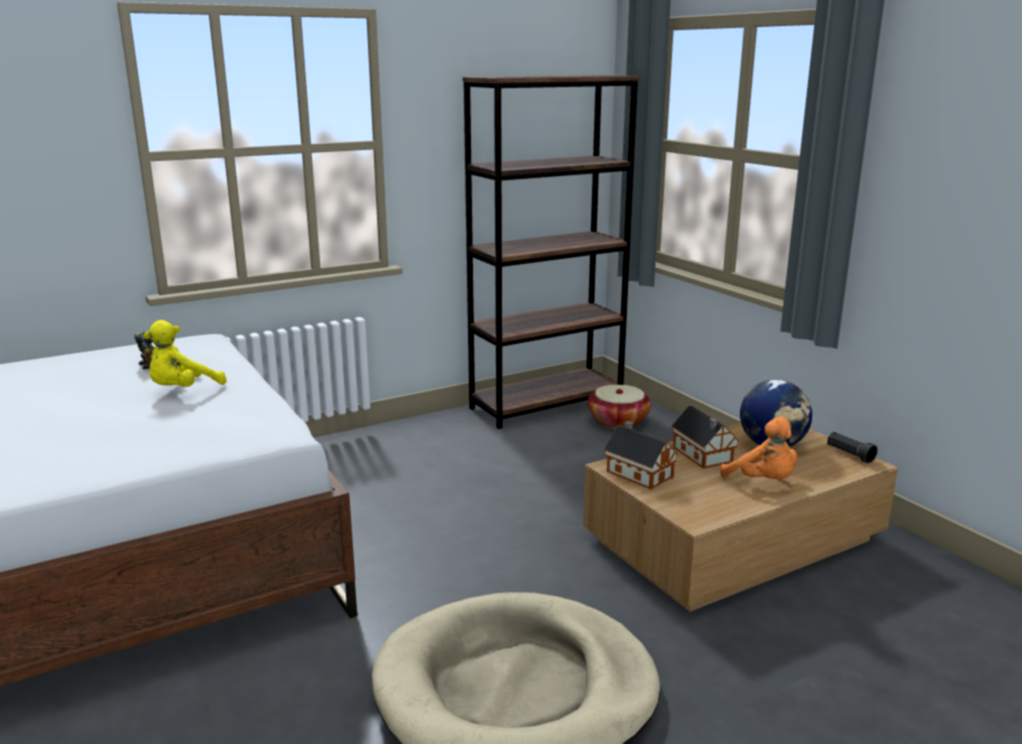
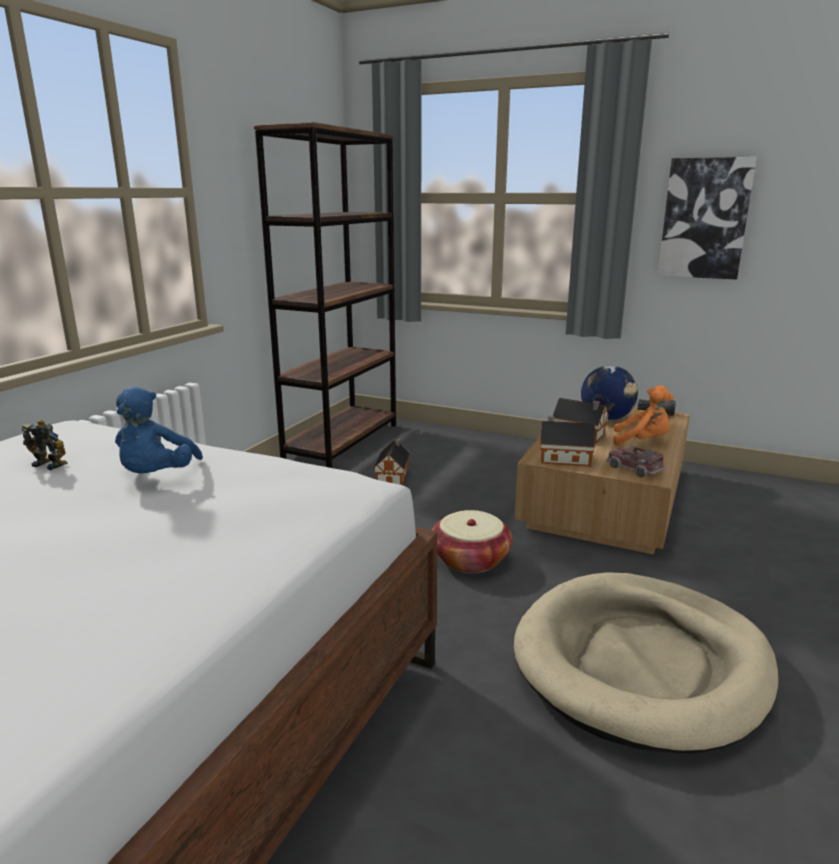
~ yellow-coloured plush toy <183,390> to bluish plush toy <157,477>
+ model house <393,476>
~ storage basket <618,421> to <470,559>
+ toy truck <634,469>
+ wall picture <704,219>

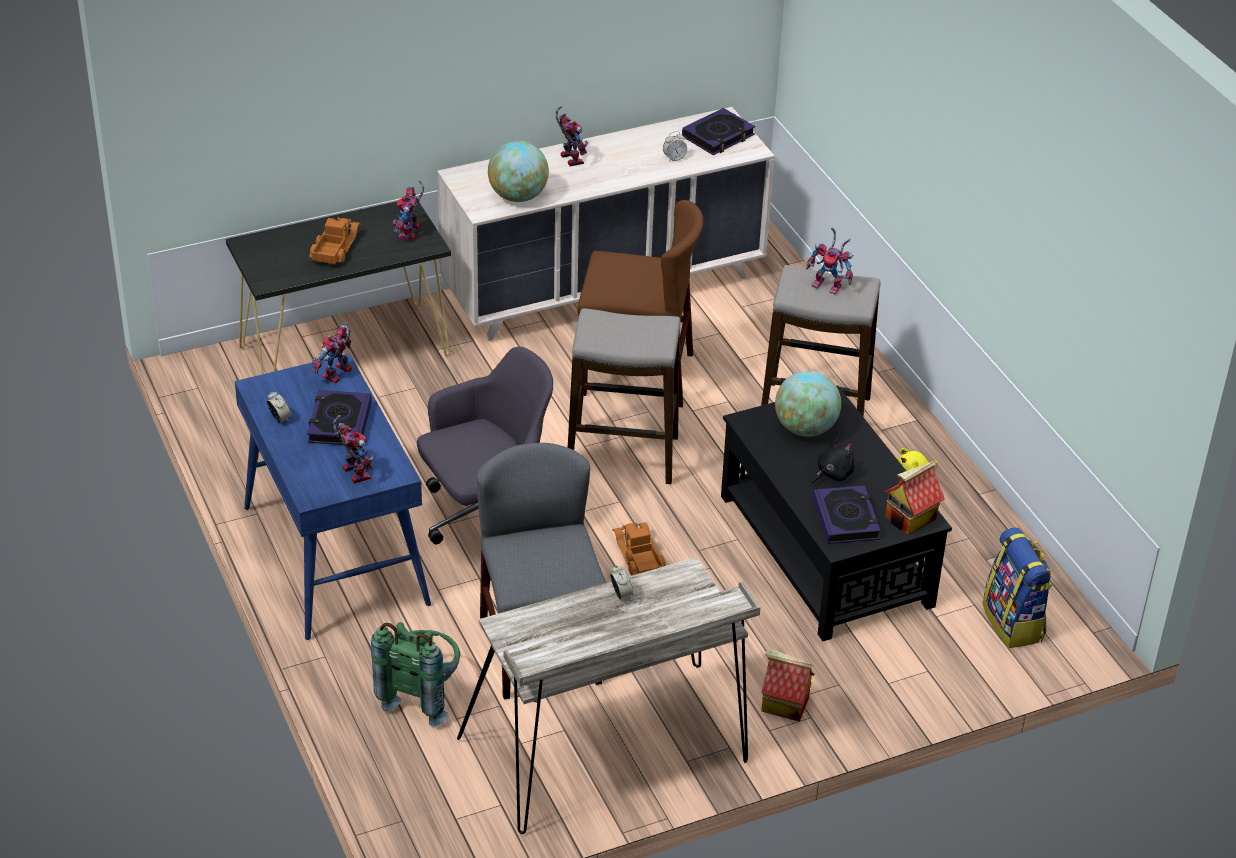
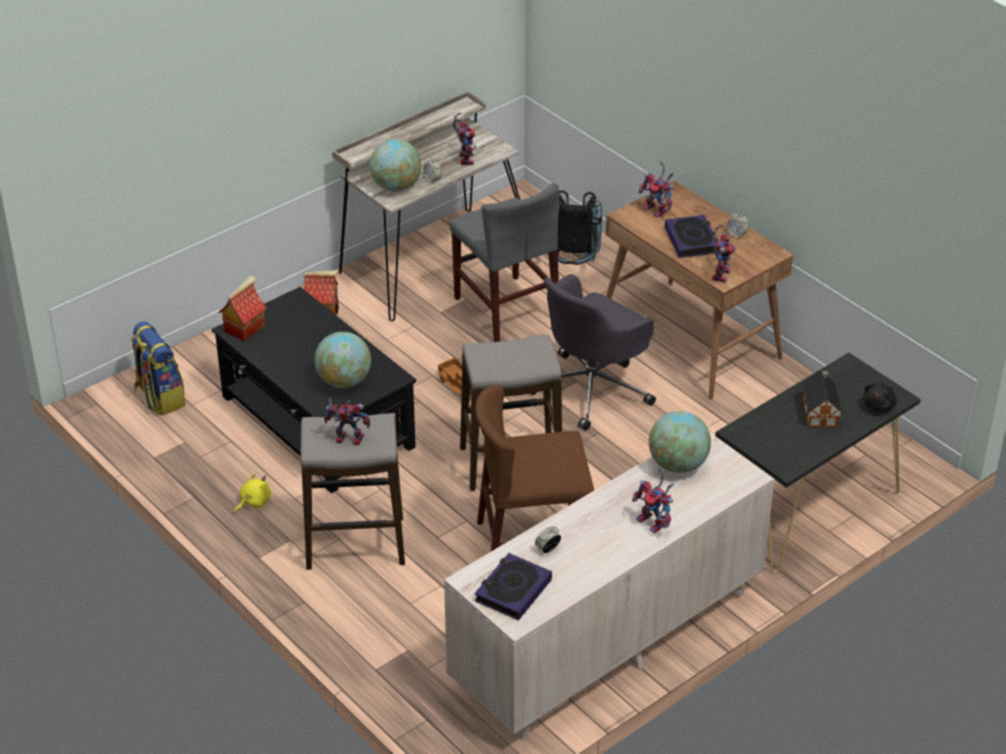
+ world globe <396,186>
~ toy robot <410,233> to <464,158>
~ greenish rucksack <421,694> to blackish rucksack <572,268>
~ bluish desk table <334,555> to brown desk table <691,340>
~ toy truck <334,247> to model house <820,411>
~ blackish plush toy <832,474> to <879,405>
- bound book <846,519>

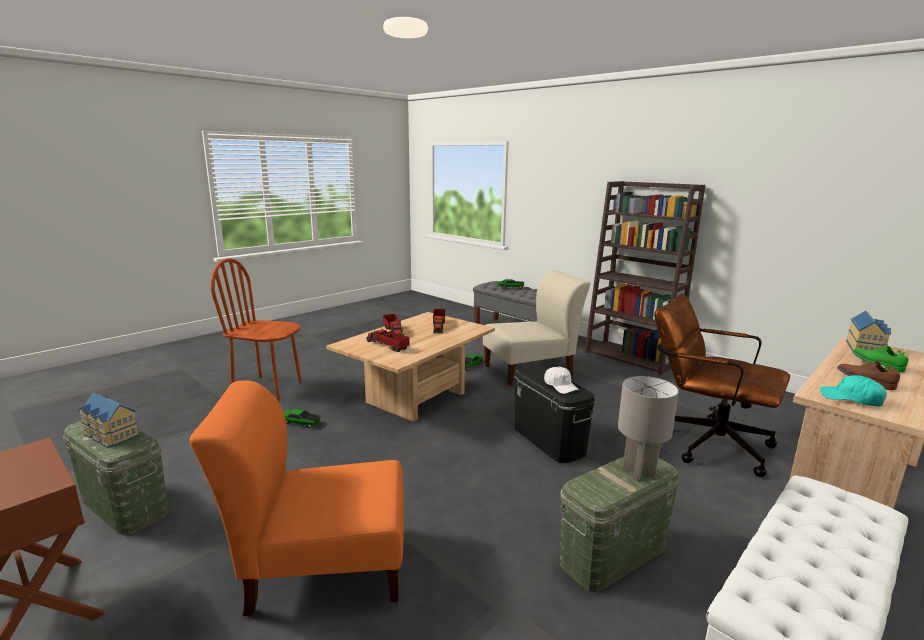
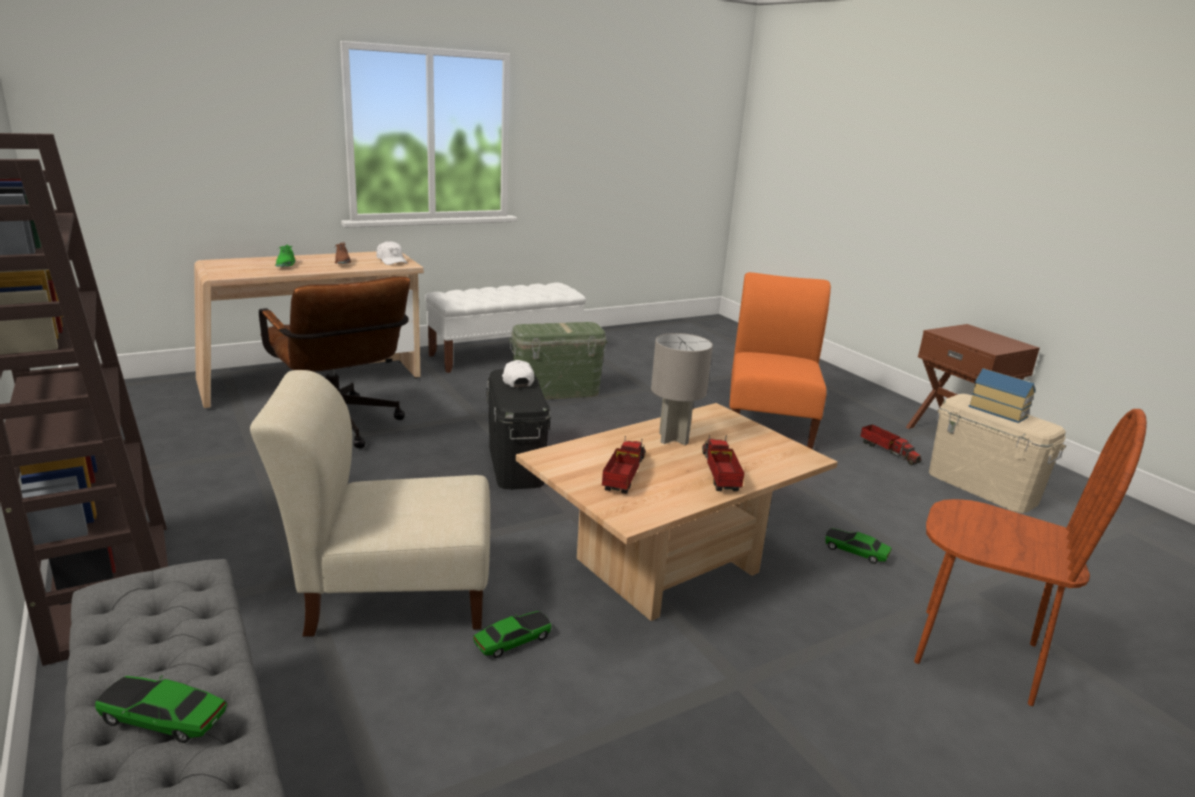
~ blue-green peaked cap <851,399> to whitish peaked cap <391,260>
~ greyish table lamp <638,473> to <674,438>
~ orangey upright chair <321,567> = <770,421> 90 degrees counterclockwise
~ toy truck <387,346> to <888,451>
~ greenish storage container <124,505> to sand-coloured storage container <982,487>
- model house <865,348>

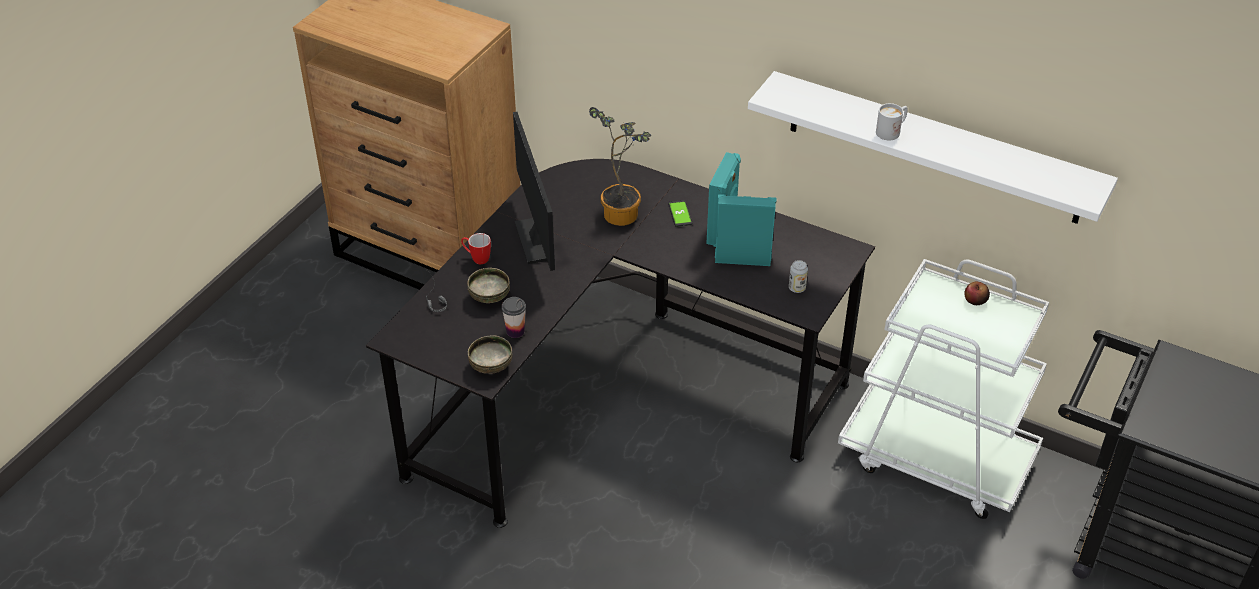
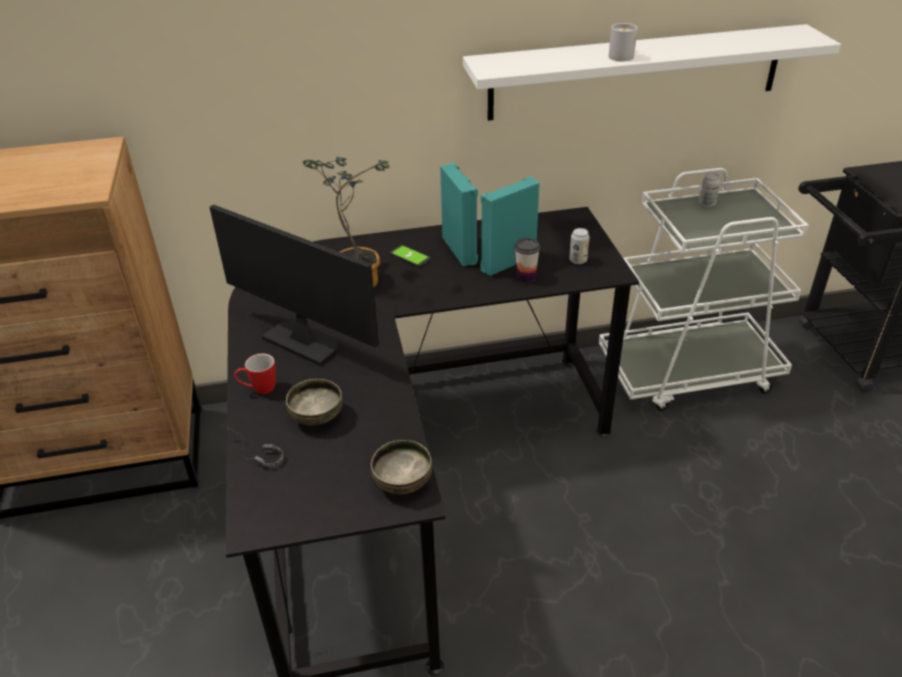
~ small cup <515,331> to <525,277>
~ apple fruit <975,300> to can <707,204>

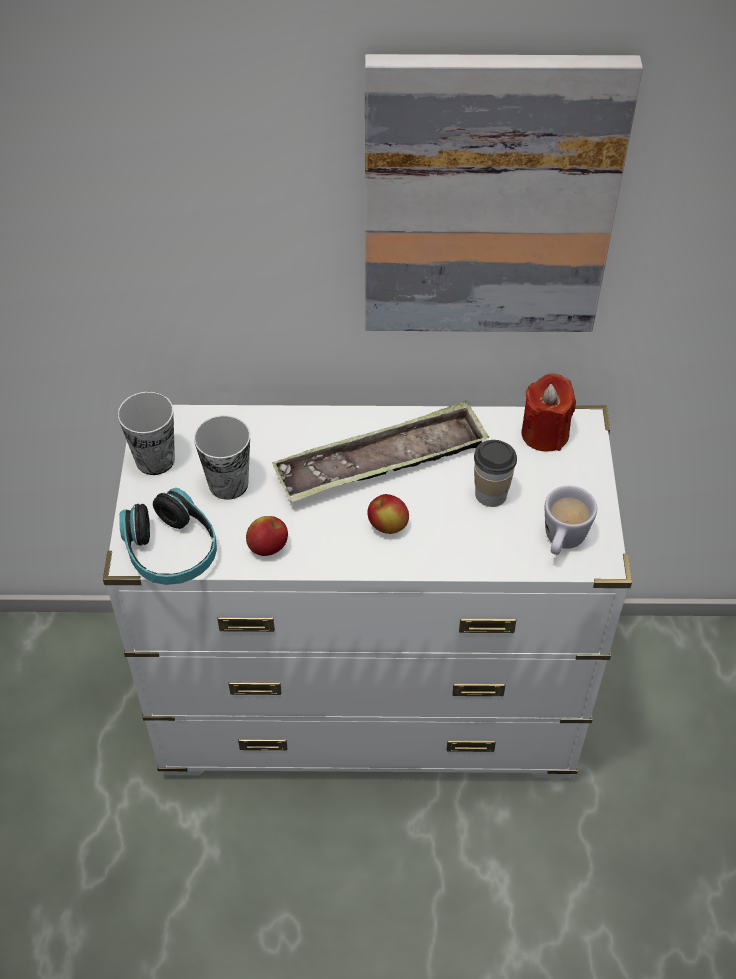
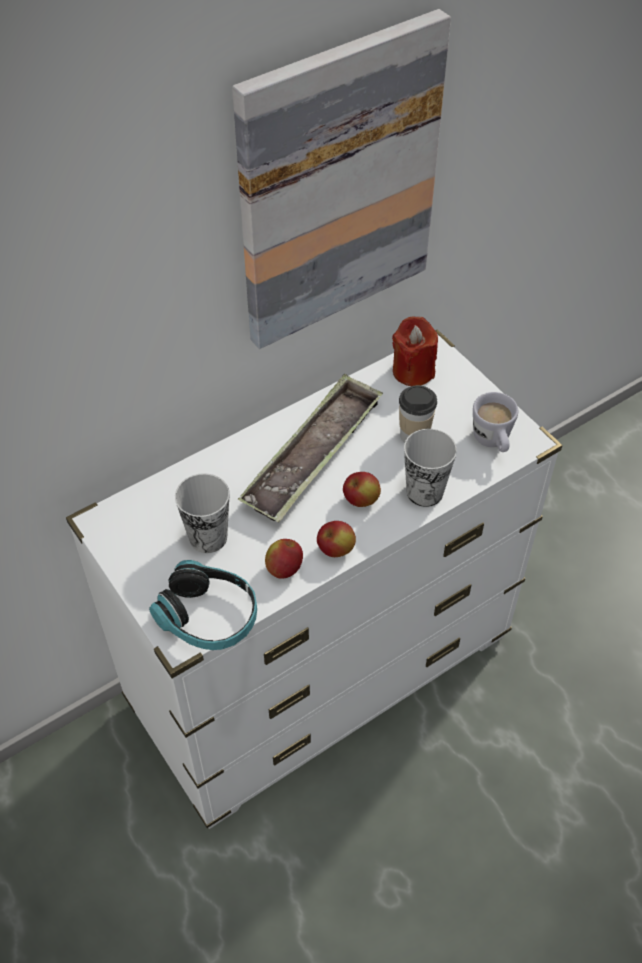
+ apple fruit <336,549>
~ small cup <155,460> to <424,492>

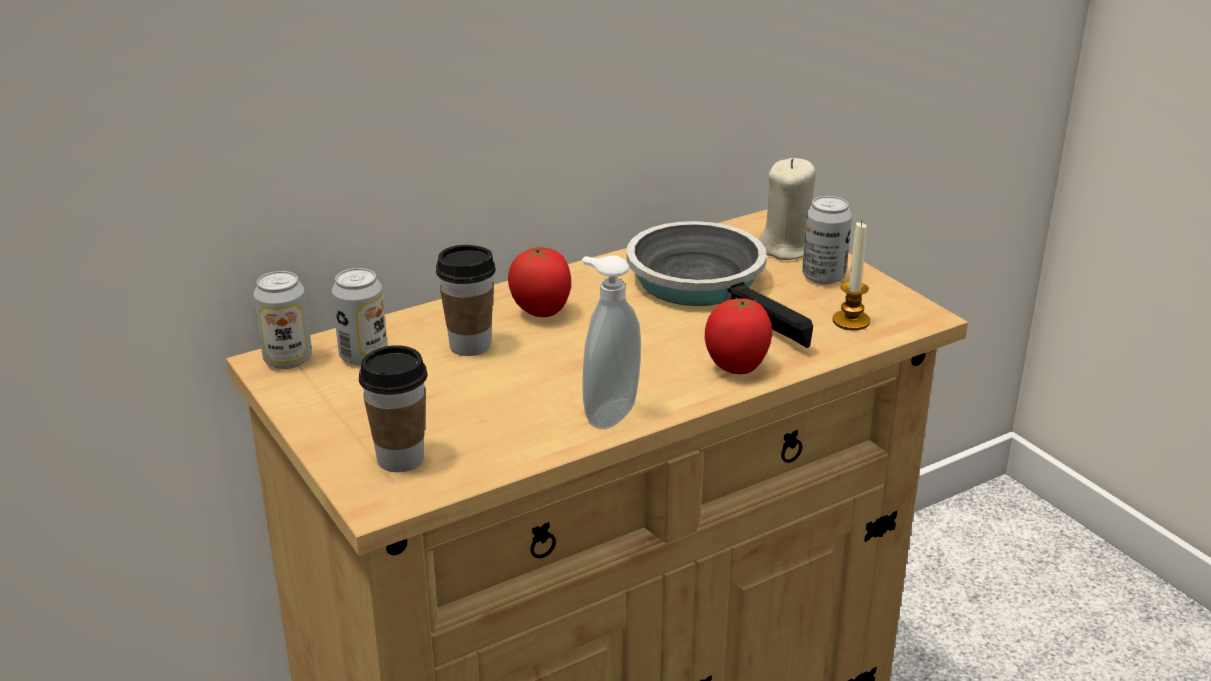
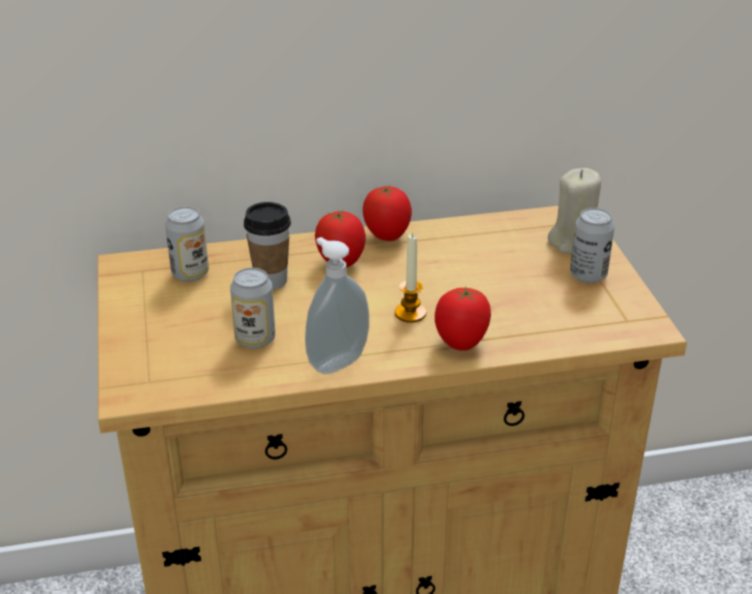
~ can <288,359> to <255,339>
+ fresh tomato <387,237>
~ wax light <851,321> to <410,313>
- small cup <400,459>
- pan <705,285>

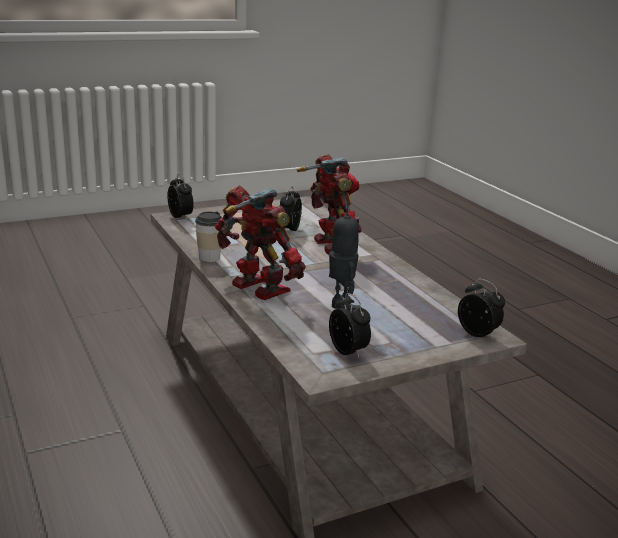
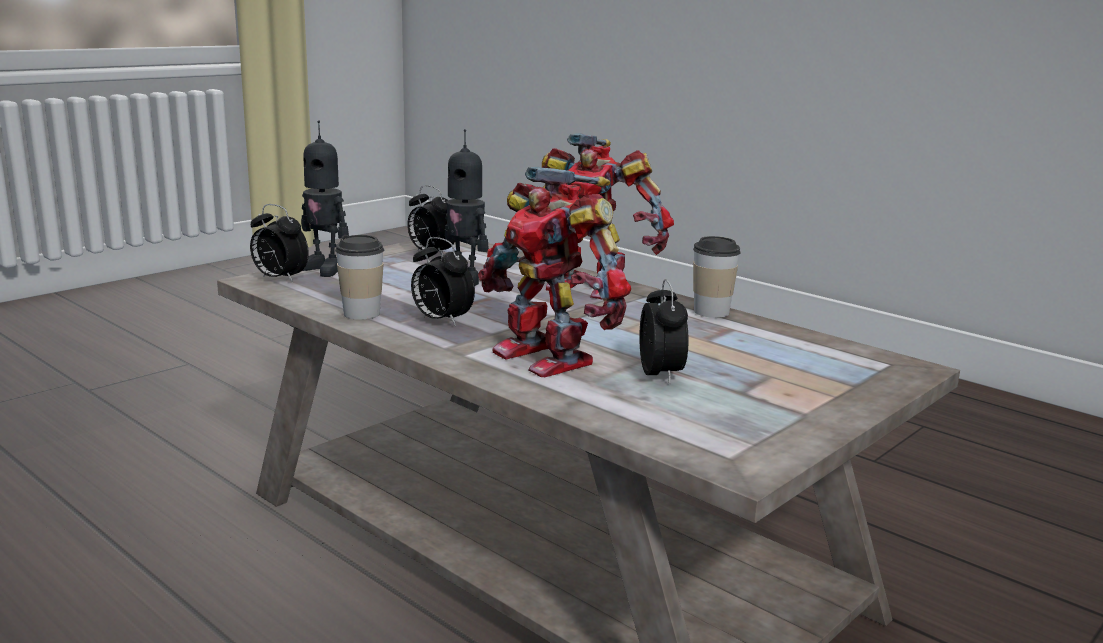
+ toy robot <324,269>
+ small cup <361,313>
~ table clock <181,217> to <441,321>

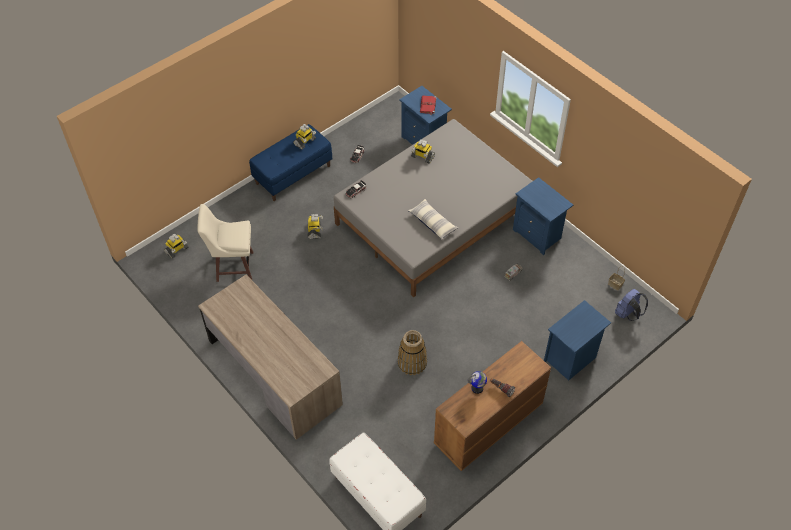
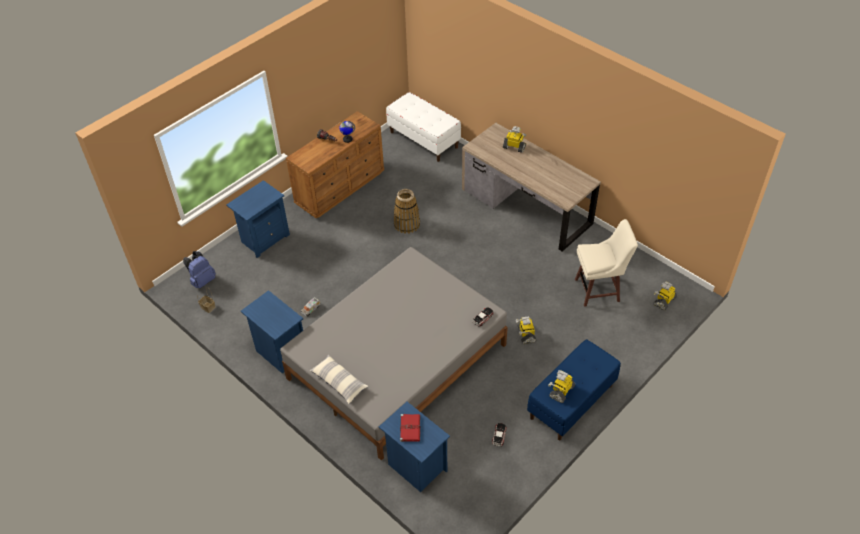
~ throw pillow <433,223> to <339,382>
~ toy robot <422,157> to <514,147>

